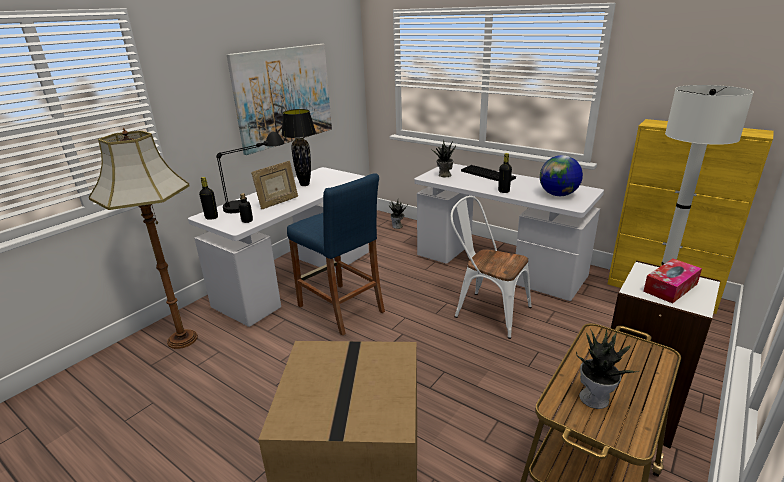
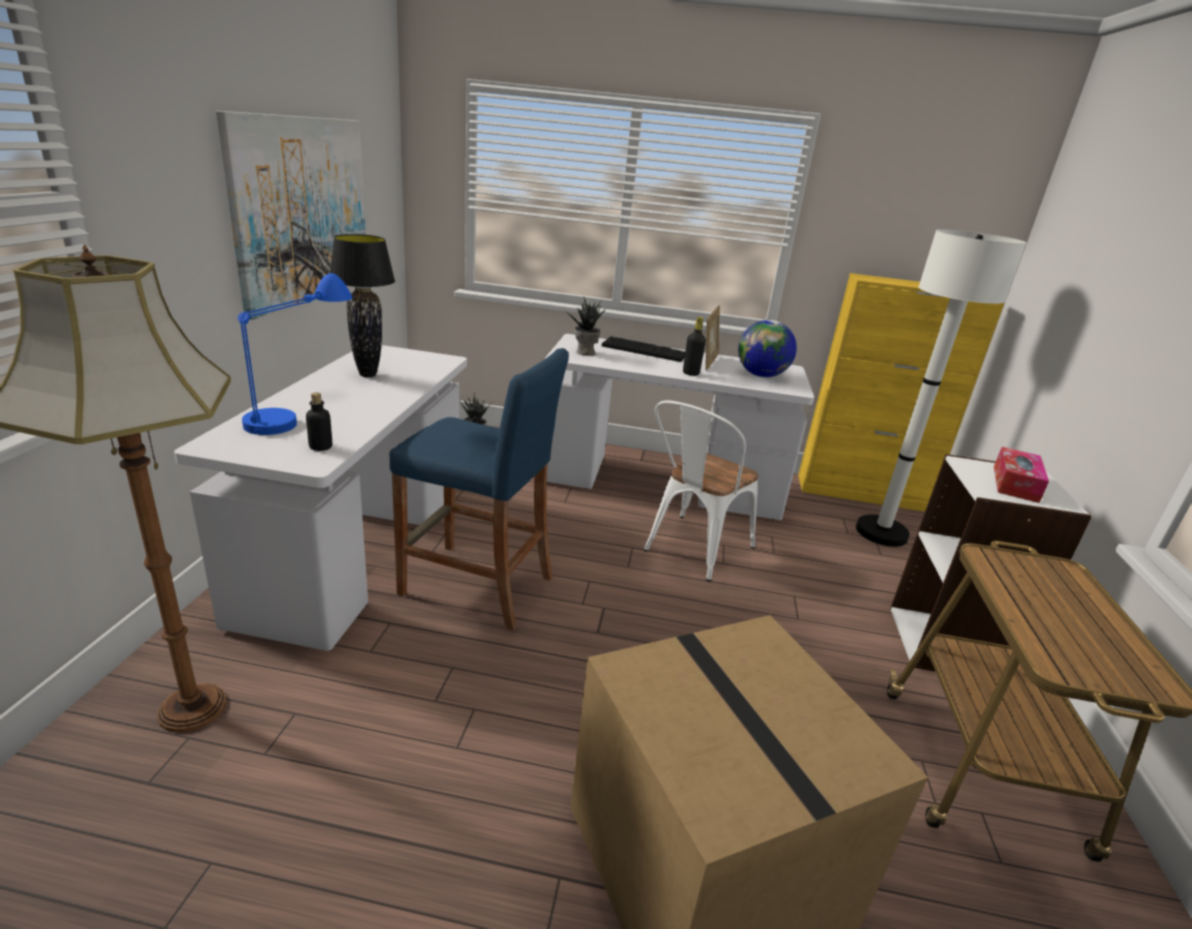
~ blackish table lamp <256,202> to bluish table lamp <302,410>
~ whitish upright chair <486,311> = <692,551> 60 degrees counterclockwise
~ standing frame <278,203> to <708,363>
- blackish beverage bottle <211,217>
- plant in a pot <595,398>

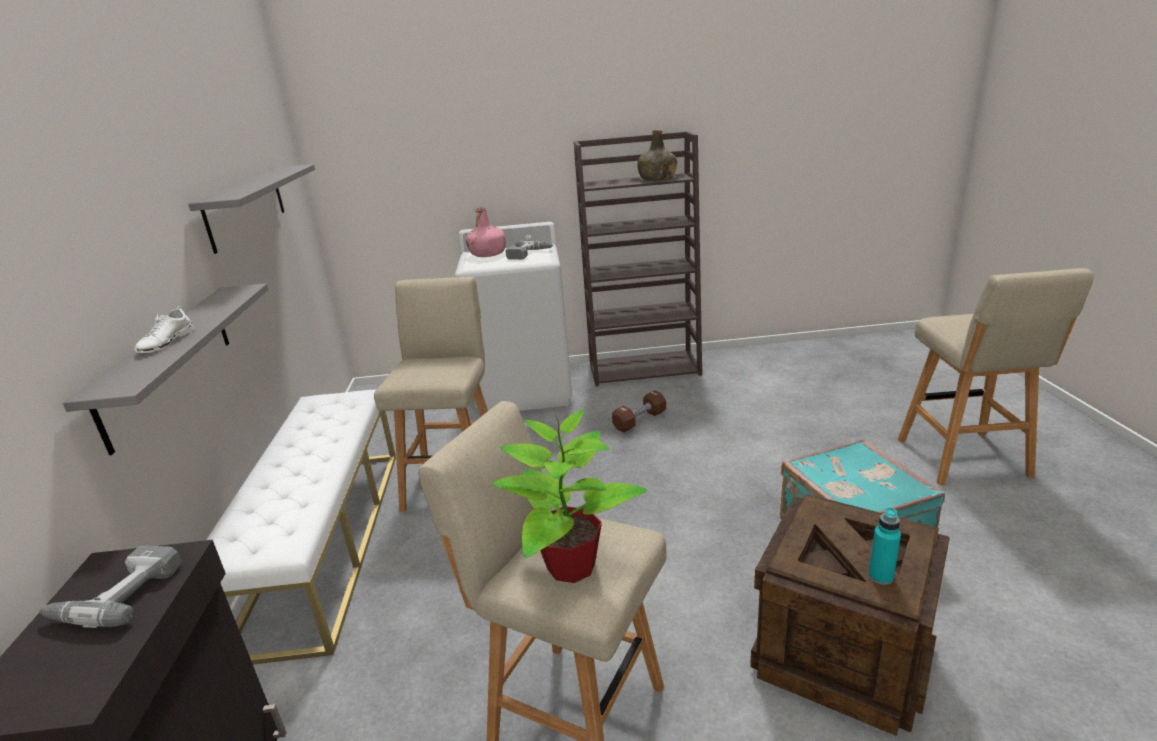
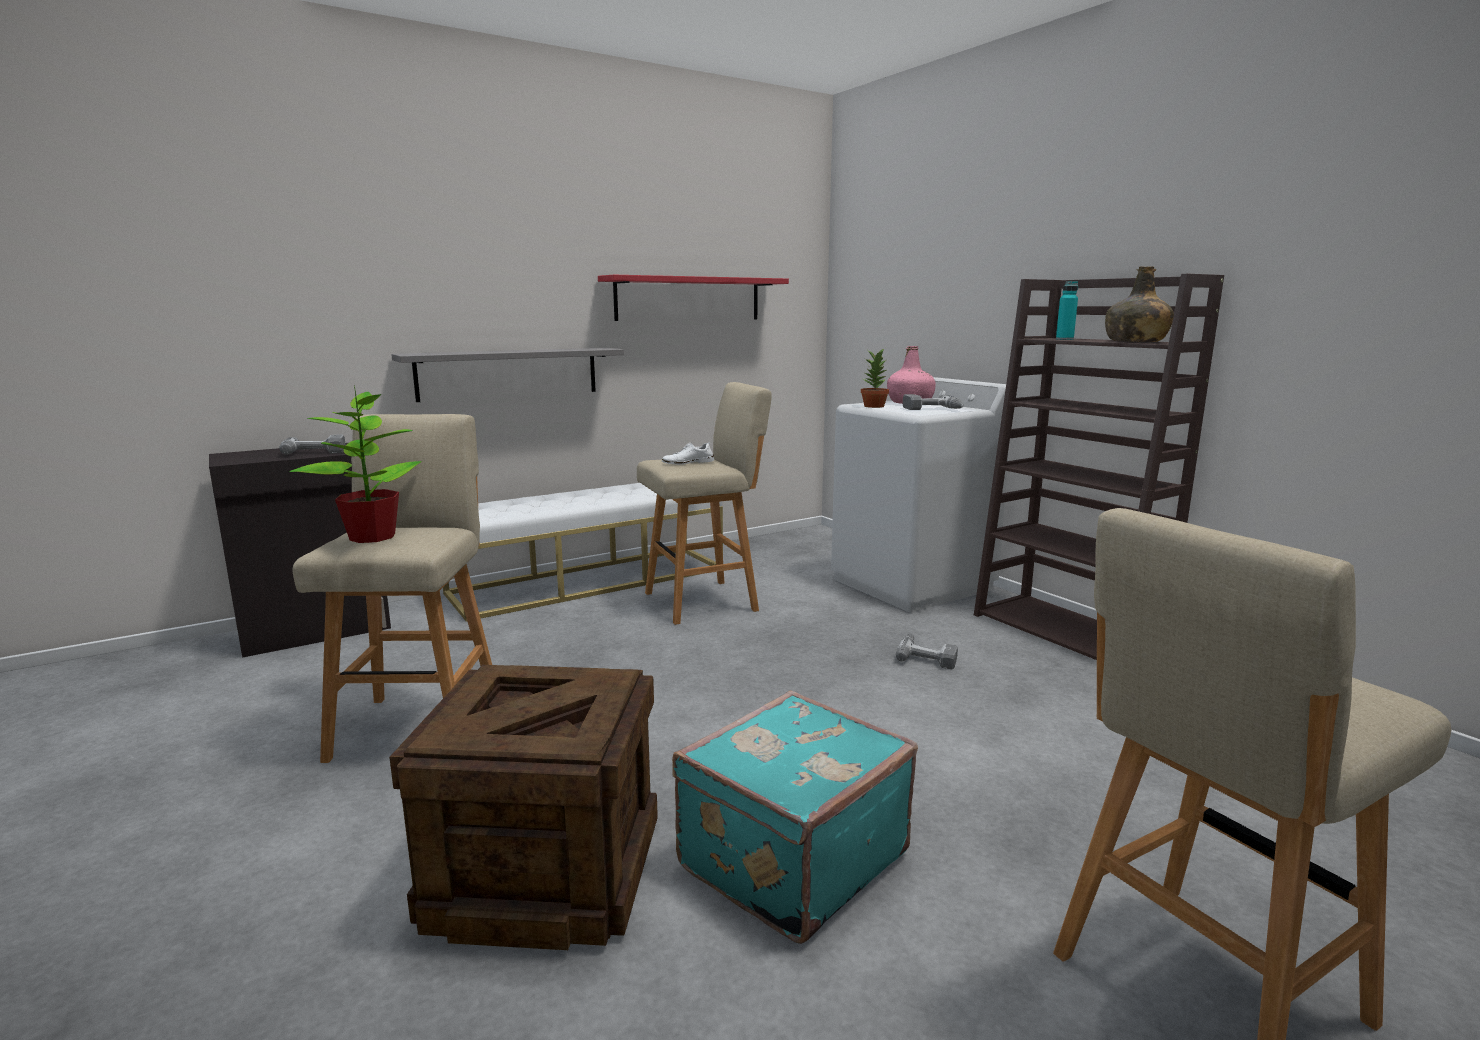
~ greyish shelf <246,206> to red shelf <688,299>
~ whitish item of footwear <166,342> to <688,462>
+ plant in a pot <874,406>
~ brown free weight <639,420> to drill <927,656>
~ blue-green beverage bottle <880,576> to <1064,339>

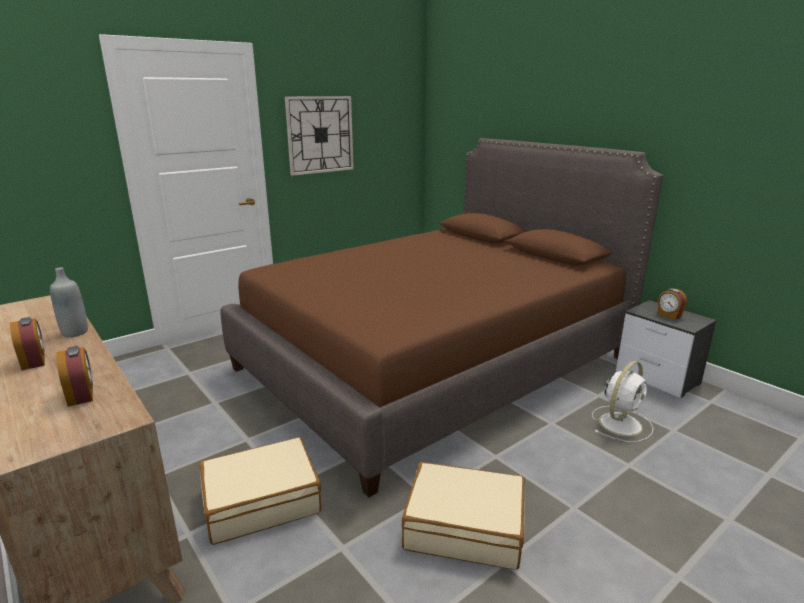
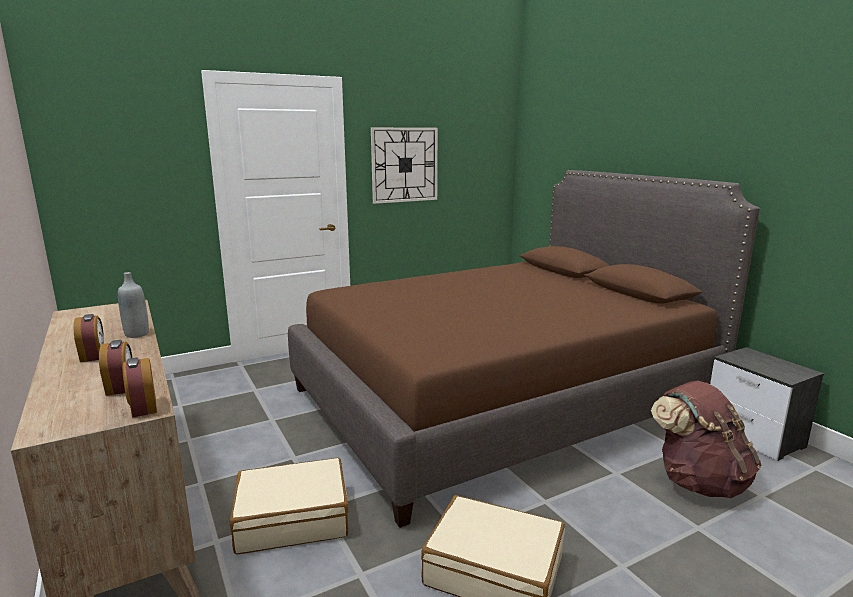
~ table clock <669,315> to <143,408>
~ whitish cooling fan <621,423> to brown rucksack <698,481>

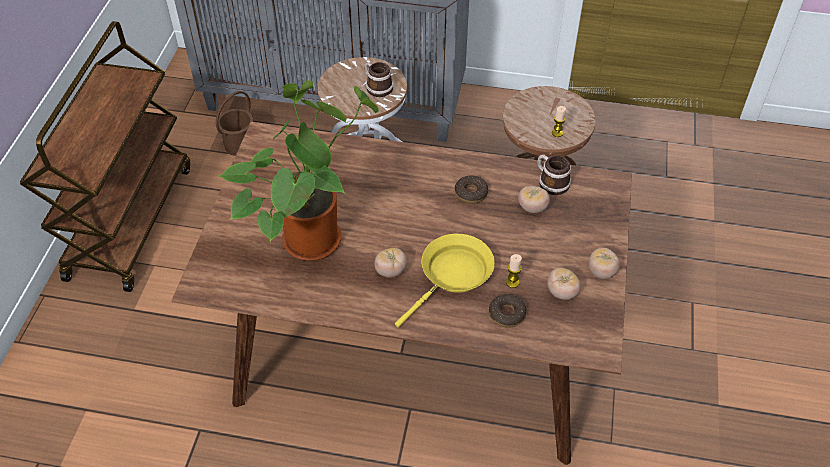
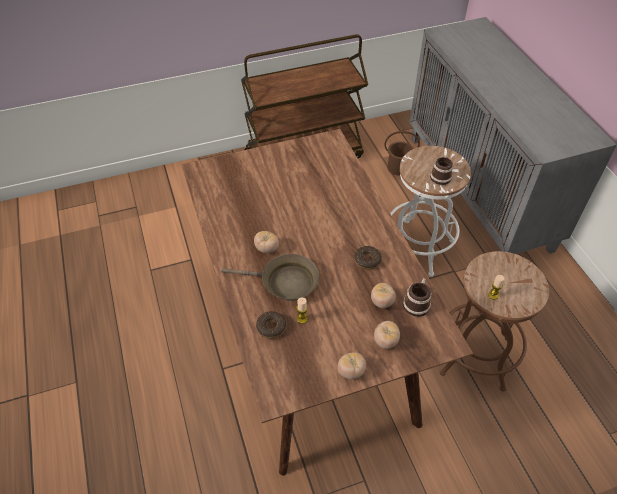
~ yellow-coloured pan <453,276> to brown pan <285,283>
~ fresh tomato <562,292> to <385,341>
- plant in a pot <312,235>

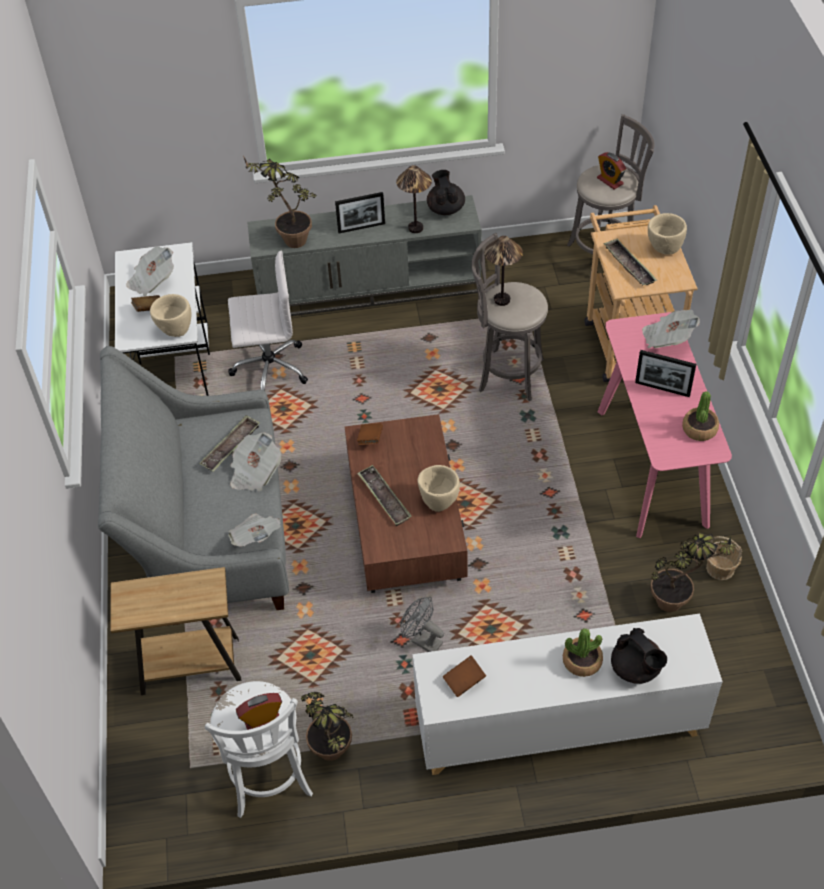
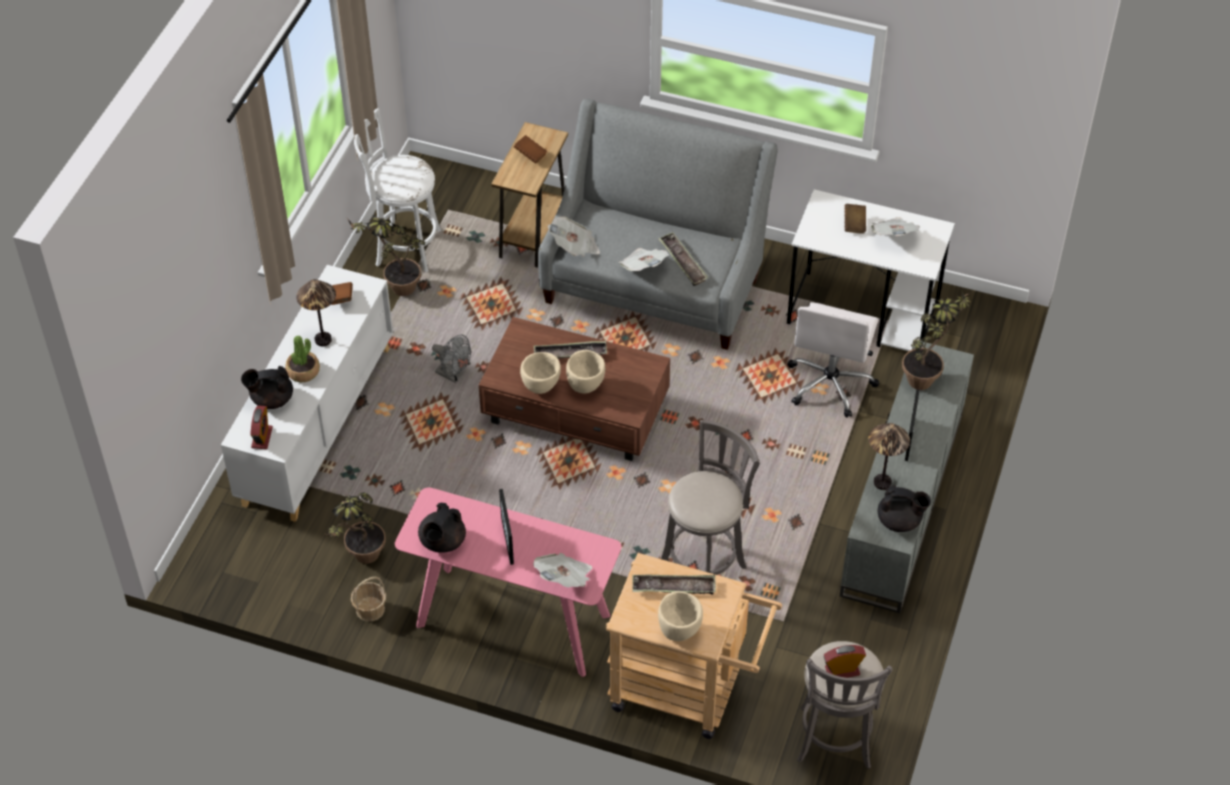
~ table clock <262,721> to <262,437>
~ table lamp <502,300> to <322,340>
~ plant in a pot <699,429> to blackish tea pot <442,542>
~ greyish cooling fan <422,640> = <453,375> 60 degrees clockwise
~ standing frame <662,389> = <507,540> 60 degrees counterclockwise
~ brown bound book <370,439> to <530,155>
~ sand-coloured bowl <175,330> to <585,385>

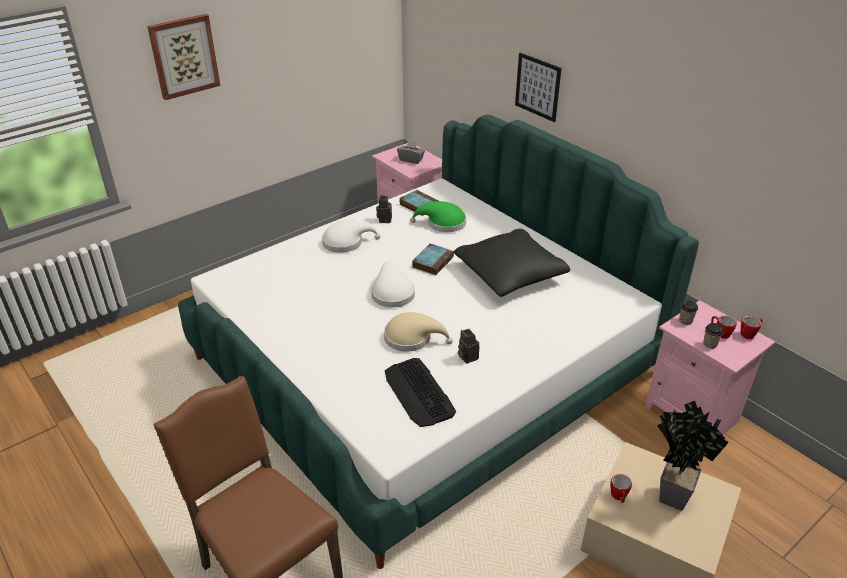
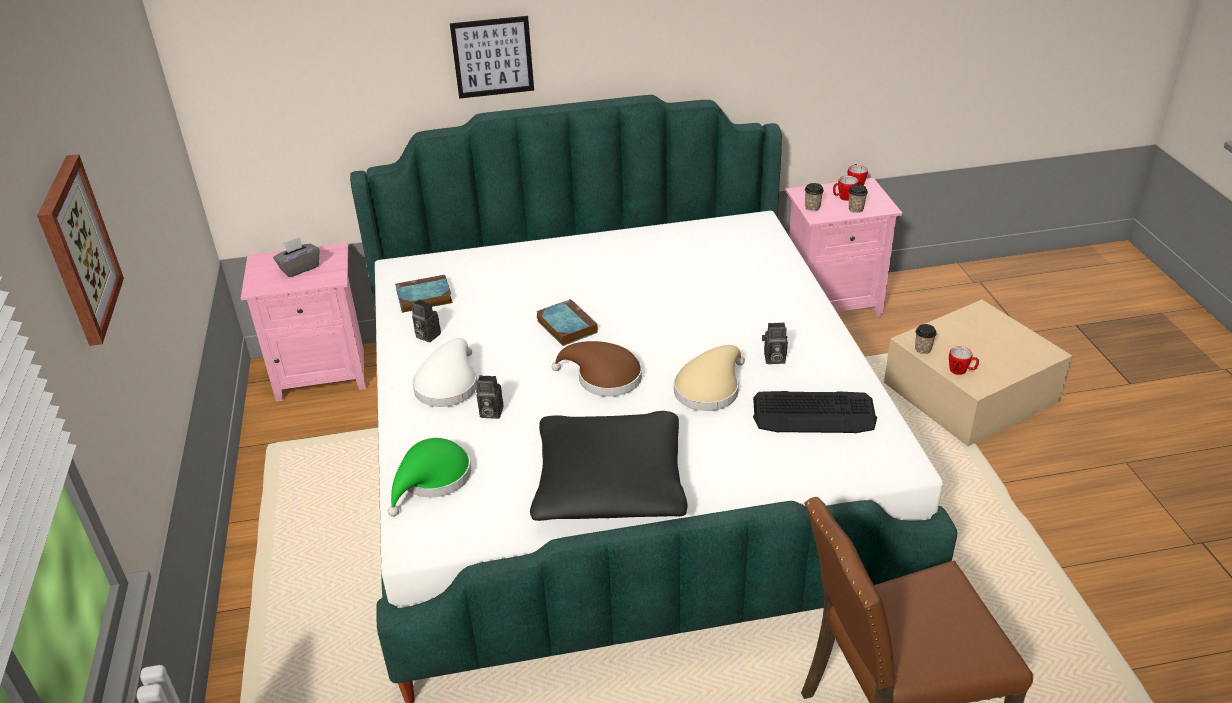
~ greenish clothing hat <443,223> to <432,479>
+ still camera <489,413>
~ blackish throw pillow <510,274> to <610,484>
~ whitish clothing hat <392,293> to brown clothing hat <604,378>
+ small cup <923,349>
- plant in a pot <669,494>

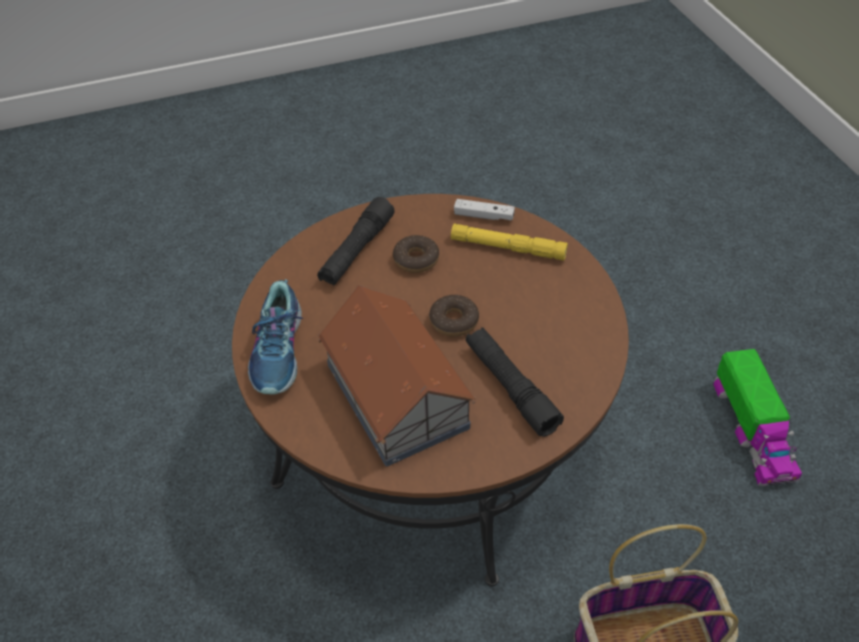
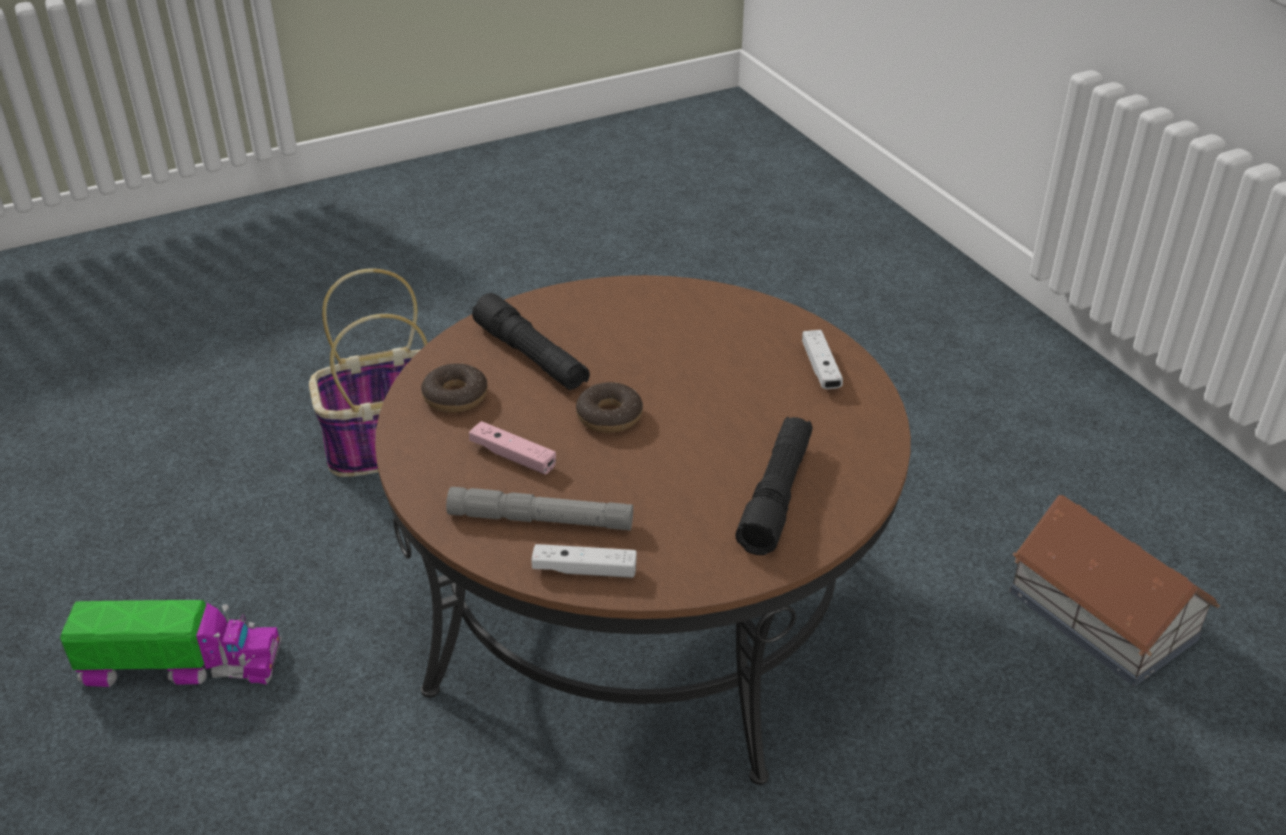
~ toy truck <752,429> = <181,665> 105 degrees clockwise
~ donut <416,259> to <455,397>
~ yellow-coloured torch <508,248> to greyish torch <540,519>
+ pinkish game controller <513,456>
~ item of footwear <280,351> to whitish game controller <820,368>
~ model house <396,397> to <1101,613>

